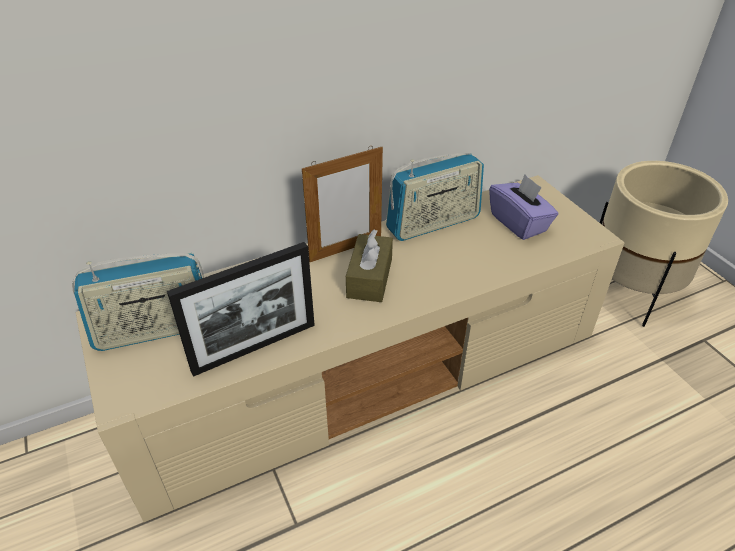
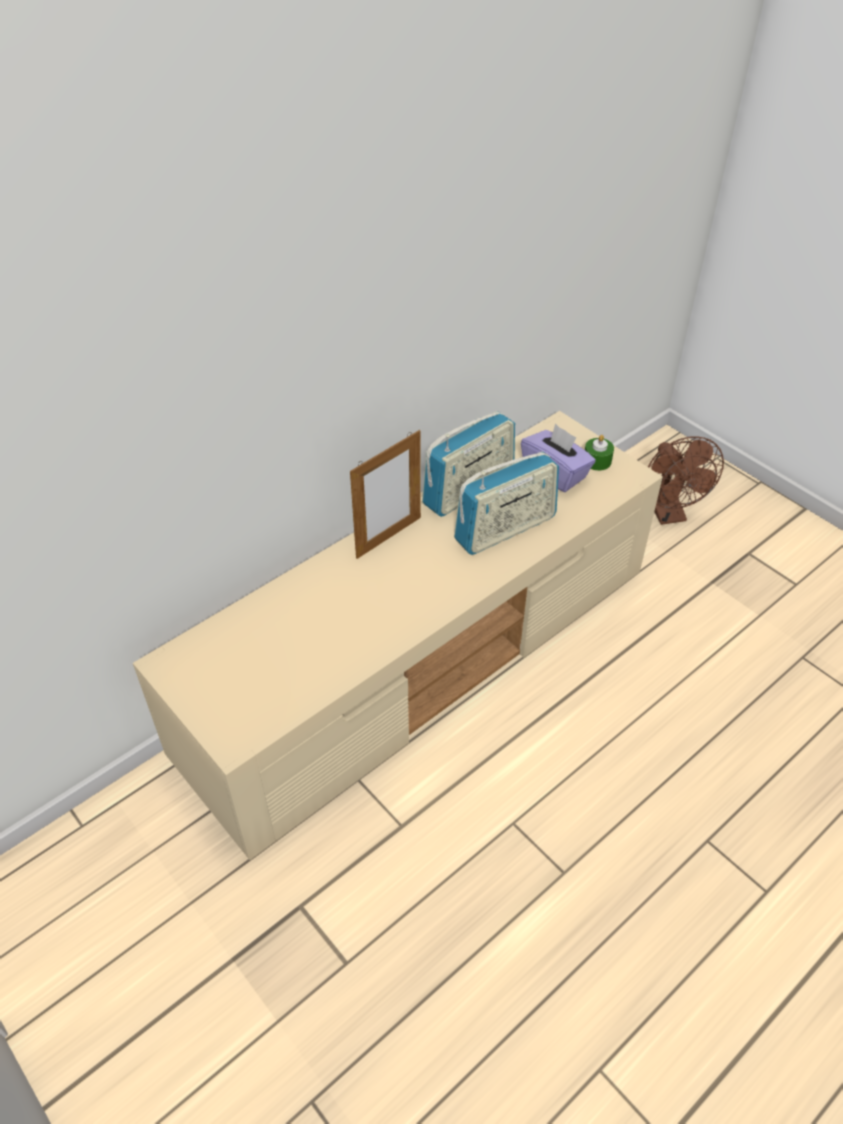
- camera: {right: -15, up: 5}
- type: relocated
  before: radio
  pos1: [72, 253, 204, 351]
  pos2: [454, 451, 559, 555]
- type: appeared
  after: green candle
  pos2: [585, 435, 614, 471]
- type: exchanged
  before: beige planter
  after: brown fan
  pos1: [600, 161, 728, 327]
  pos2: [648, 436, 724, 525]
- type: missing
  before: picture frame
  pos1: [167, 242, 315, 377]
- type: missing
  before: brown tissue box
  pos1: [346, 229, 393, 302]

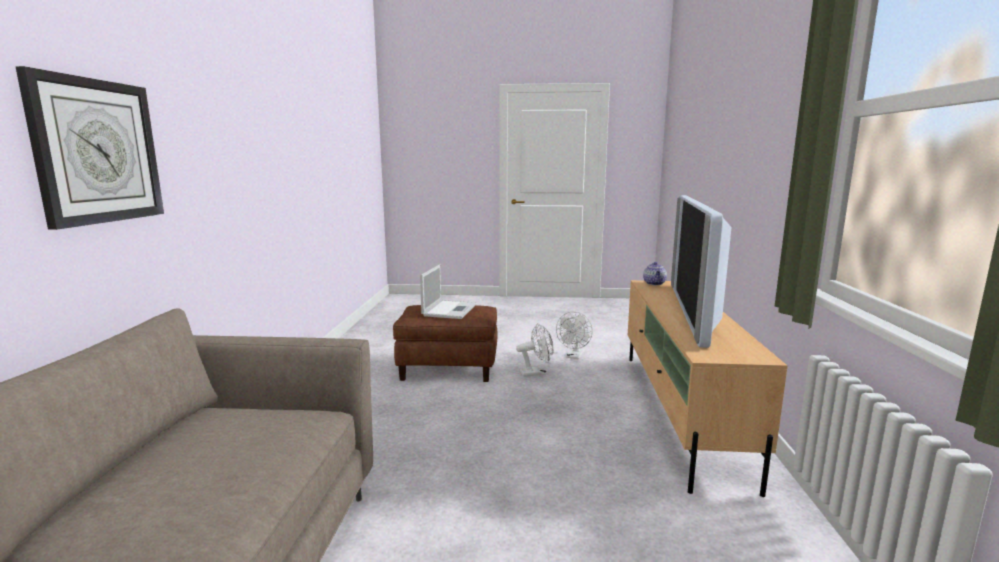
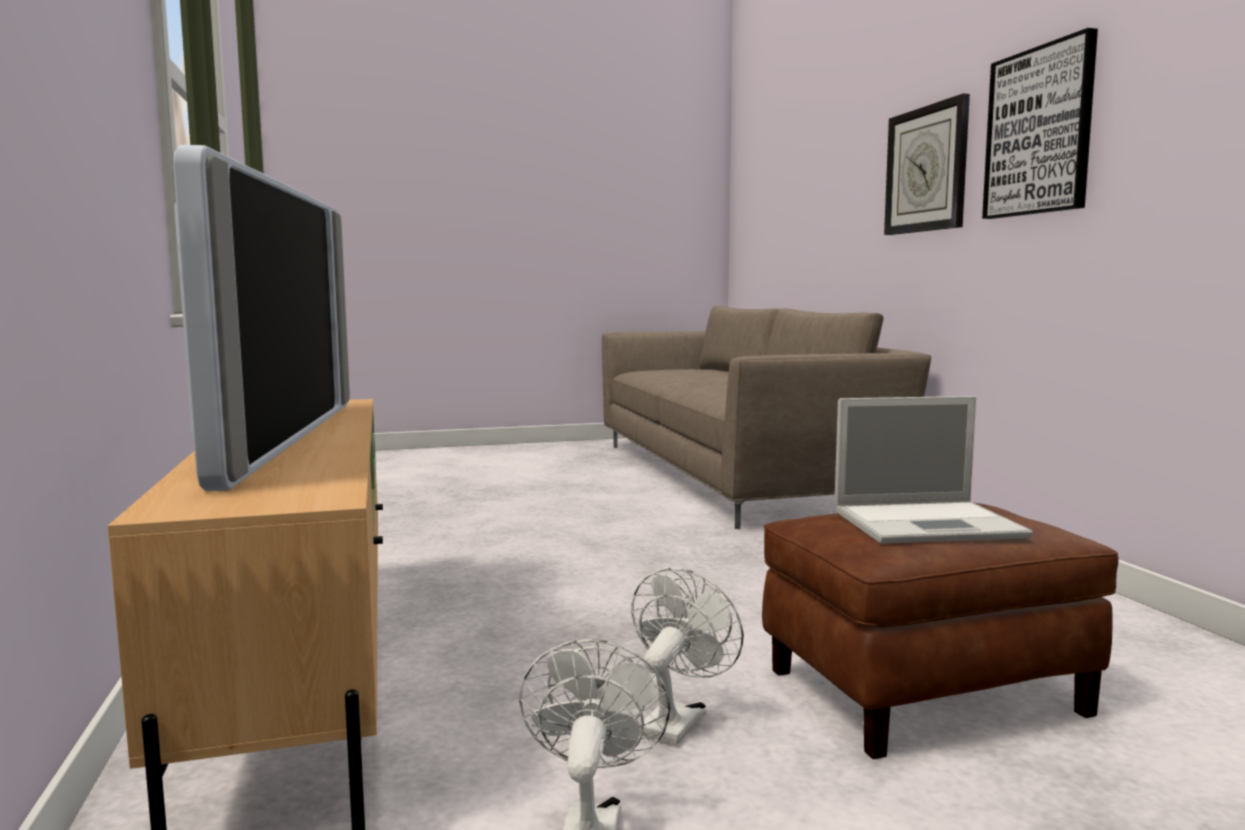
- camera: {right: 160, up: -5}
- type: spun
  before: white fan
  pos1: [516, 323, 554, 377]
  pos2: [632, 568, 744, 745]
  turn: 150
- type: spun
  before: laptop
  pos1: [420, 265, 477, 319]
  pos2: [834, 396, 1033, 544]
  turn: -90
- type: appeared
  after: picture
  pos2: [982, 28, 1098, 219]
- type: missing
  before: teapot
  pos1: [643, 262, 667, 285]

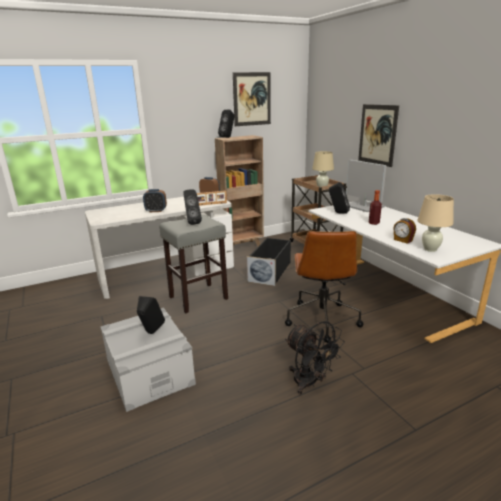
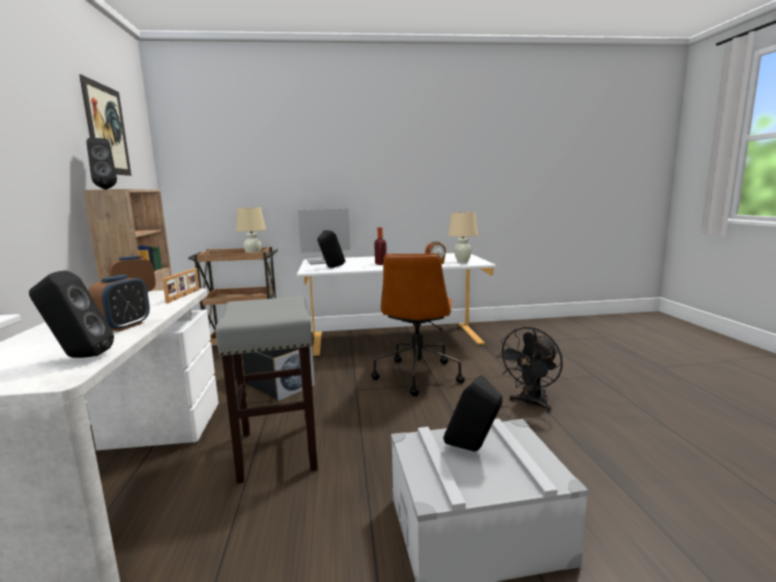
- camera: {right: -70, up: -10}
- type: relocated
  before: black speaker
  pos1: [183, 189, 202, 225]
  pos2: [29, 270, 114, 358]
- type: spun
  before: brown office chair
  pos1: [285, 231, 364, 343]
  pos2: [371, 253, 465, 396]
  turn: 75
- type: spun
  before: black fan
  pos1: [285, 321, 345, 395]
  pos2: [496, 327, 563, 412]
  turn: 150
- type: missing
  before: picture
  pos1: [358, 104, 399, 167]

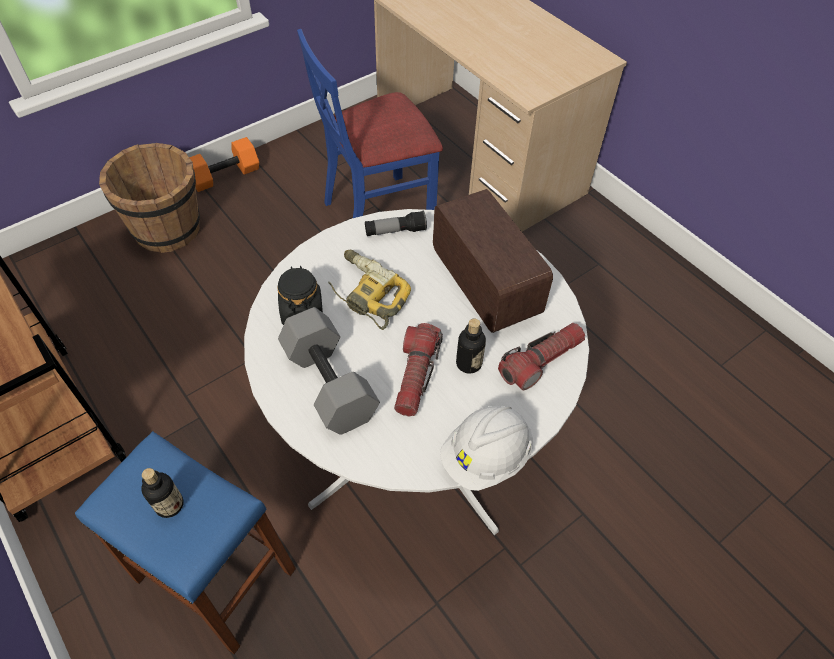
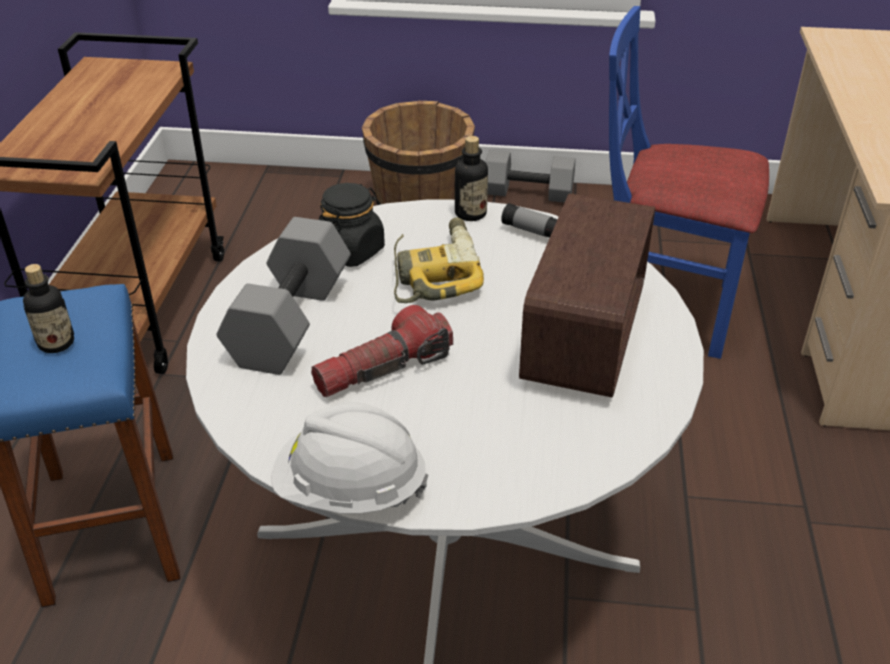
- camera: {right: 45, up: -15}
- type: relocated
  before: bottle
  pos1: [456, 318, 486, 374]
  pos2: [455, 136, 488, 221]
- type: colour
  before: orange dumbbell
  after: grey dumbbell
  pos1: [189, 137, 259, 192]
  pos2: [485, 150, 575, 203]
- type: missing
  before: flashlight
  pos1: [498, 323, 585, 390]

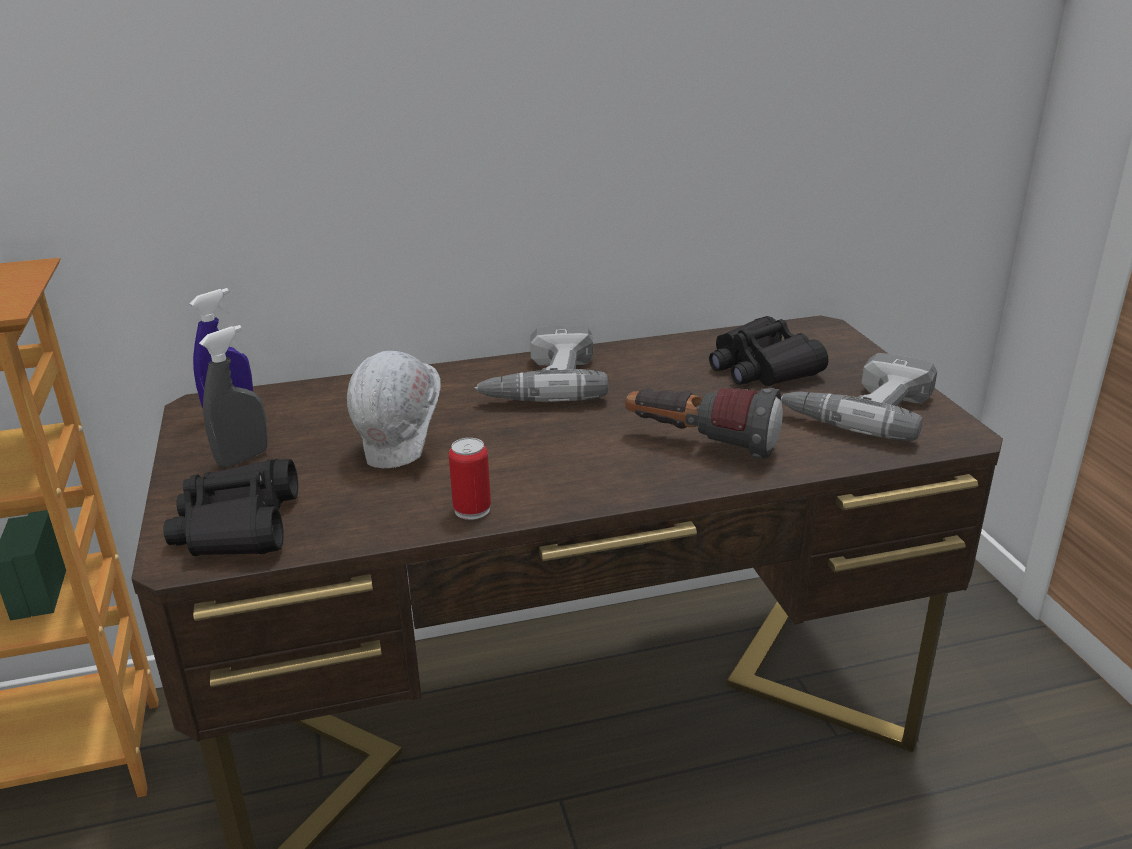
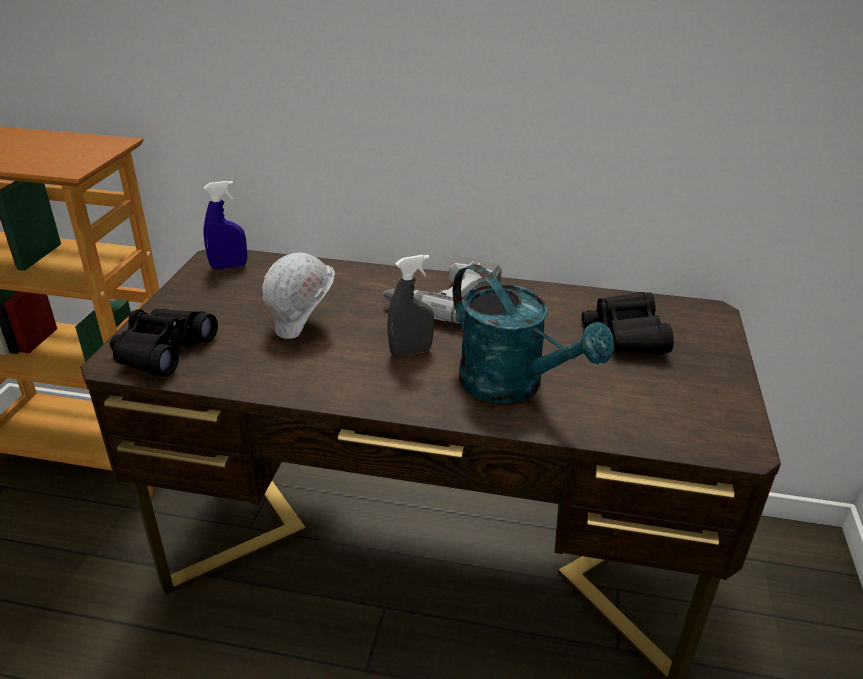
- camera: {right: 25, up: 5}
- type: relocated
  before: grey spray bottle
  pos1: [199, 325, 268, 468]
  pos2: [387, 255, 434, 357]
- type: exchanged
  before: flashlight
  after: turquoise watering can
  pos1: [625, 388, 783, 459]
  pos2: [453, 264, 614, 404]
- type: missing
  before: can
  pos1: [449, 438, 491, 520]
- type: missing
  before: power drill
  pos1: [781, 353, 937, 441]

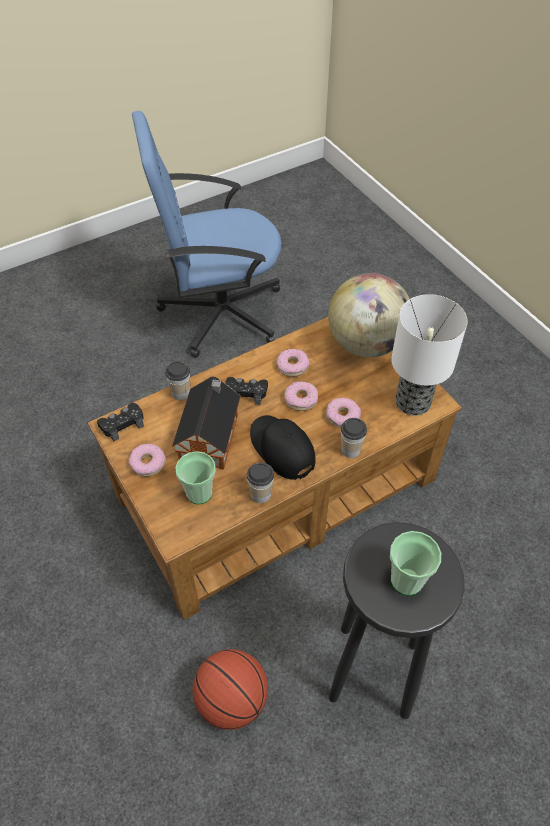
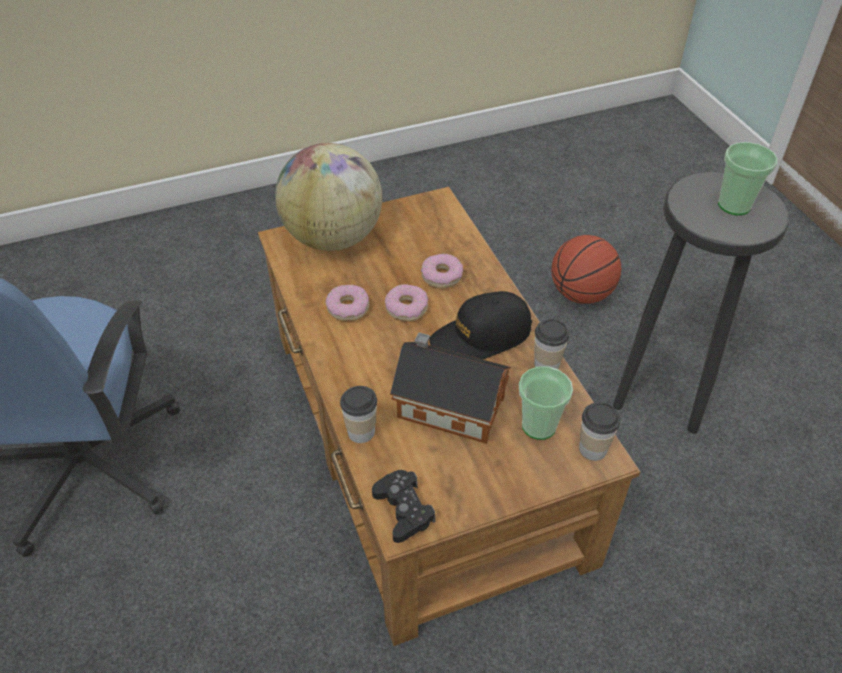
- camera: {right: -80, up: -5}
- type: relocated
  before: basketball
  pos1: [193, 649, 268, 730]
  pos2: [551, 235, 621, 304]
- type: relocated
  before: cup
  pos1: [341, 418, 367, 458]
  pos2: [579, 403, 620, 461]
- type: missing
  before: donut
  pos1: [128, 444, 166, 477]
- type: missing
  before: black game controller
  pos1: [225, 377, 268, 405]
- type: missing
  before: table lamp
  pos1: [391, 294, 468, 416]

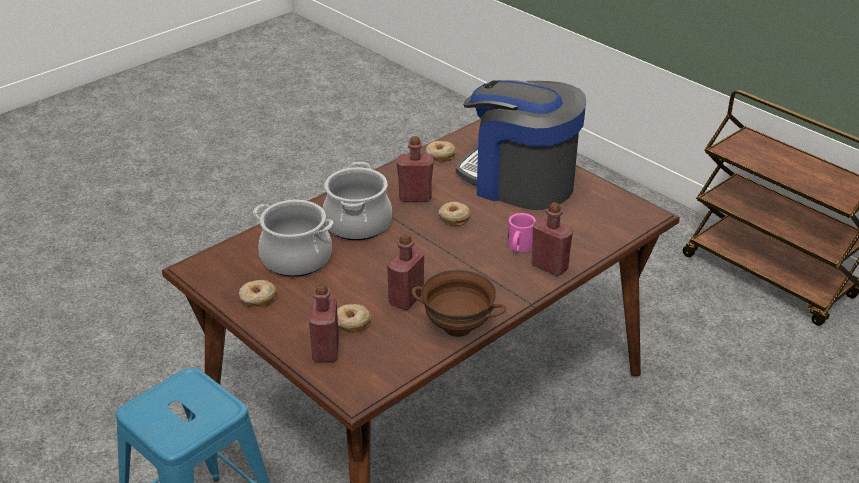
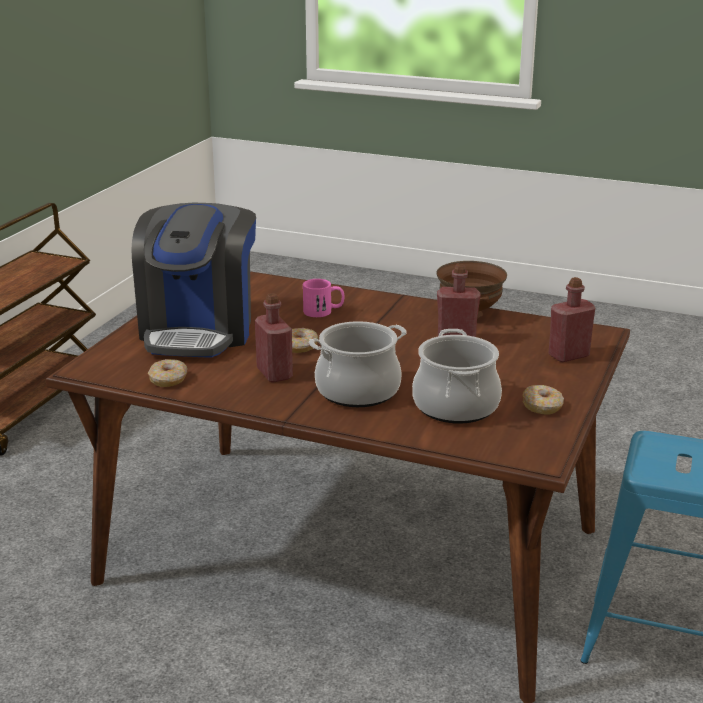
- camera: {right: -115, up: -10}
- type: missing
  before: donut
  pos1: [337, 304, 371, 333]
- type: missing
  before: red bottle
  pos1: [532, 202, 573, 276]

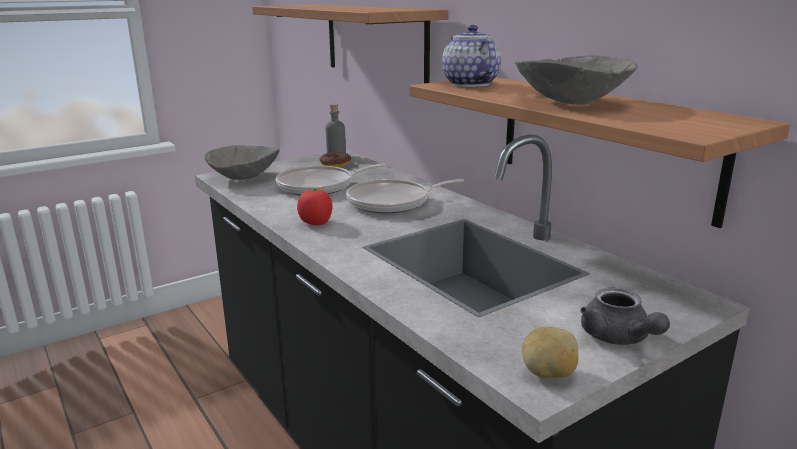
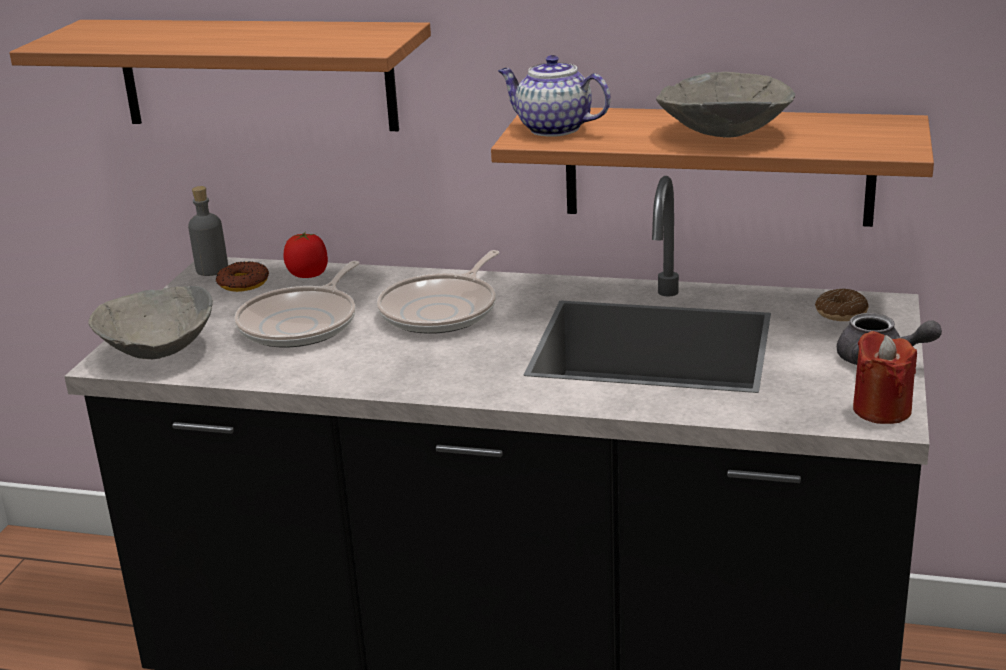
- camera: {right: -40, up: 5}
- type: relocated
  before: tomato
  pos1: [297, 188, 332, 225]
  pos2: [283, 231, 328, 278]
- type: appeared
  after: donut
  pos2: [815, 288, 869, 321]
- type: exchanged
  before: potato
  after: red candle
  pos1: [522, 327, 578, 378]
  pos2: [853, 331, 917, 424]

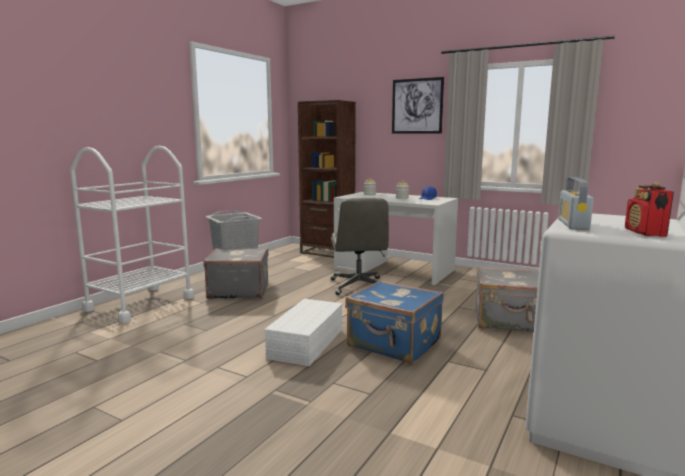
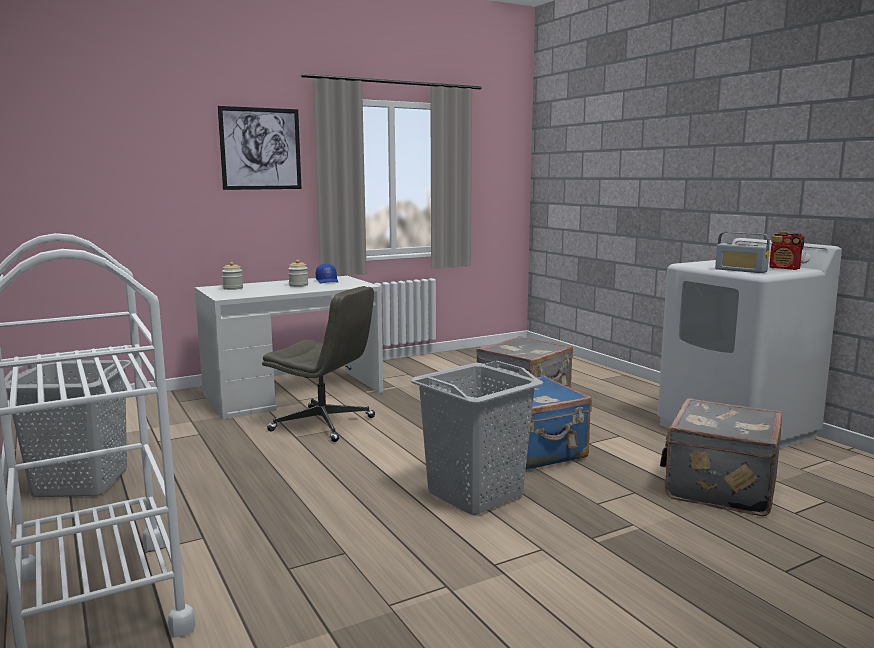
- camera: {right: -60, up: 0}
- type: exchanged
  before: white storage box
  after: grey laundry basket
  pos1: [264, 299, 343, 366]
  pos2: [411, 361, 543, 515]
- type: relocated
  before: grey suitcase
  pos1: [203, 248, 269, 299]
  pos2: [660, 398, 782, 516]
- type: missing
  before: brown bookcase
  pos1: [298, 100, 356, 258]

